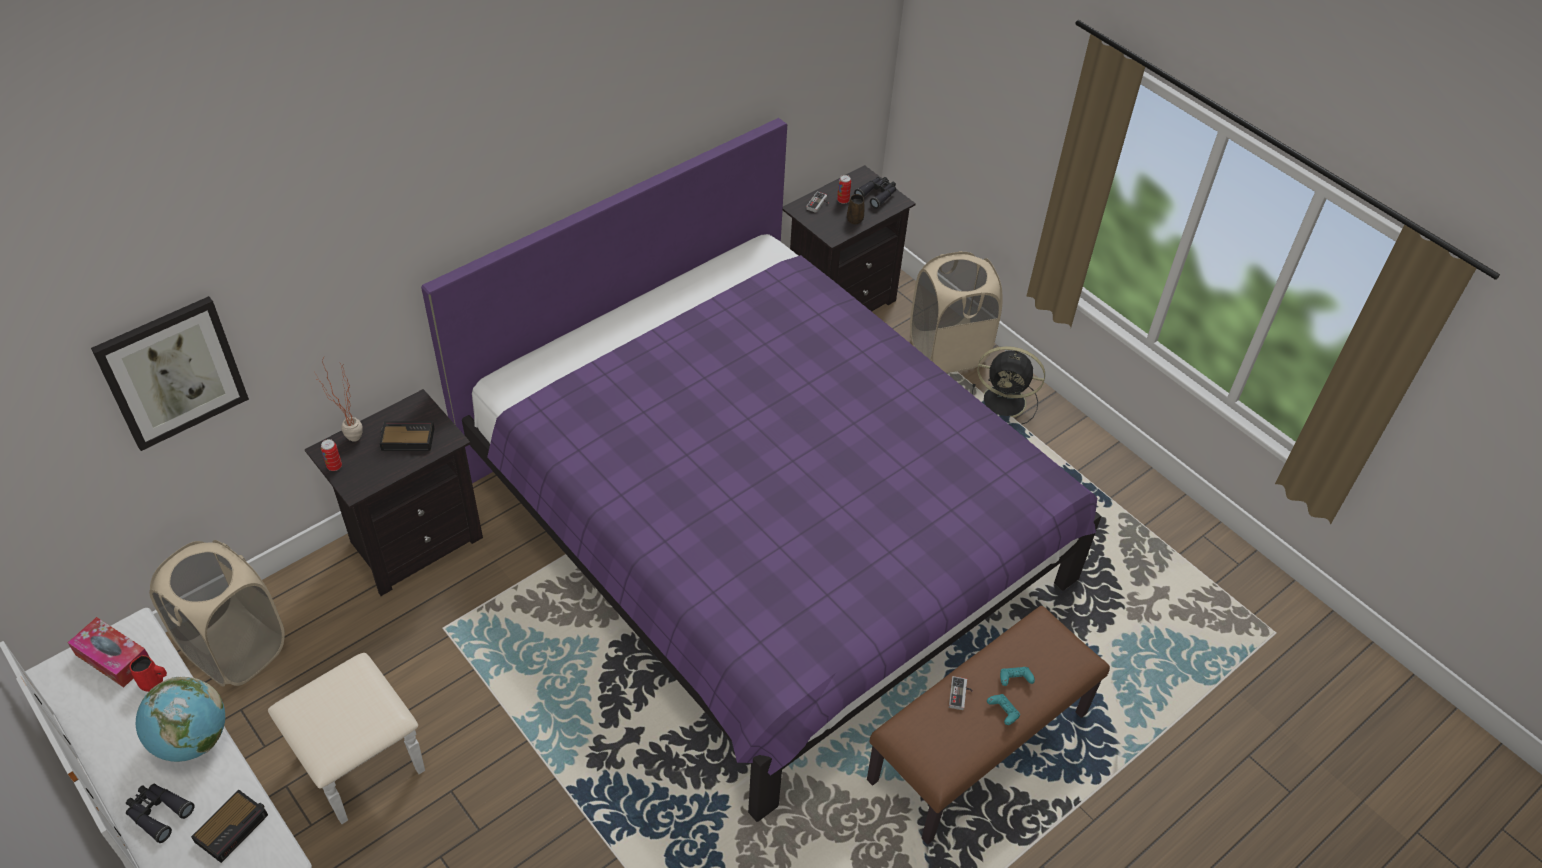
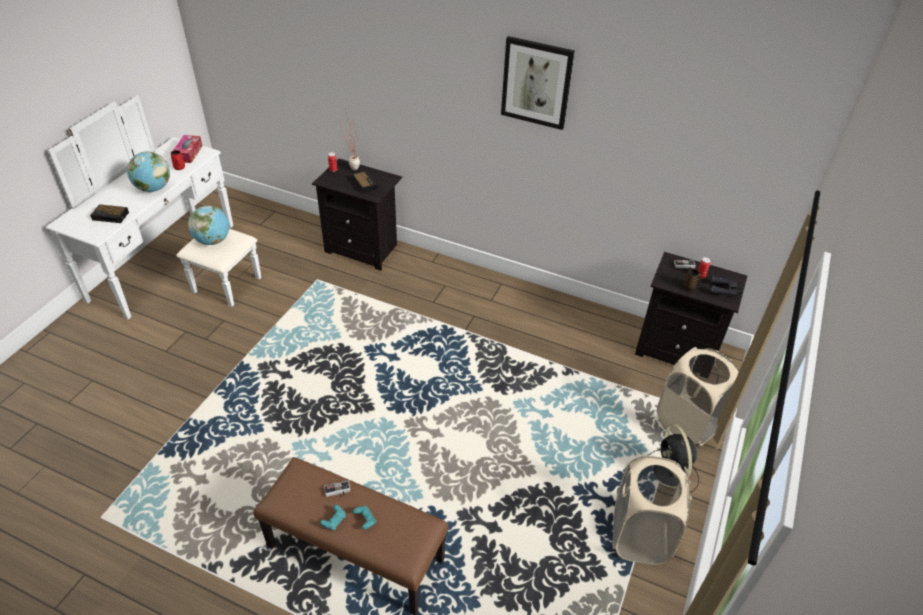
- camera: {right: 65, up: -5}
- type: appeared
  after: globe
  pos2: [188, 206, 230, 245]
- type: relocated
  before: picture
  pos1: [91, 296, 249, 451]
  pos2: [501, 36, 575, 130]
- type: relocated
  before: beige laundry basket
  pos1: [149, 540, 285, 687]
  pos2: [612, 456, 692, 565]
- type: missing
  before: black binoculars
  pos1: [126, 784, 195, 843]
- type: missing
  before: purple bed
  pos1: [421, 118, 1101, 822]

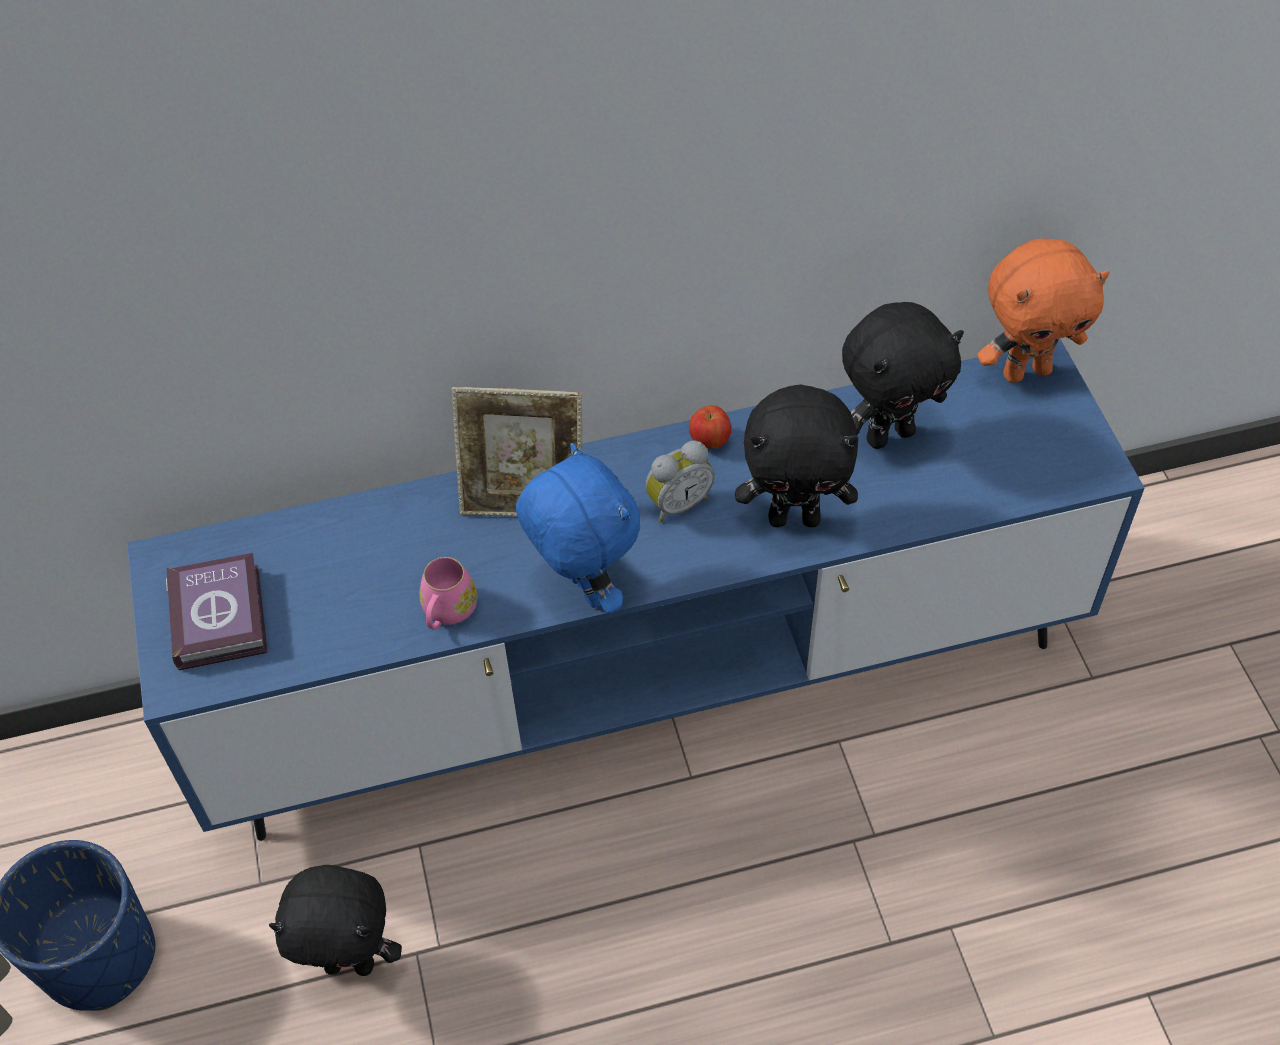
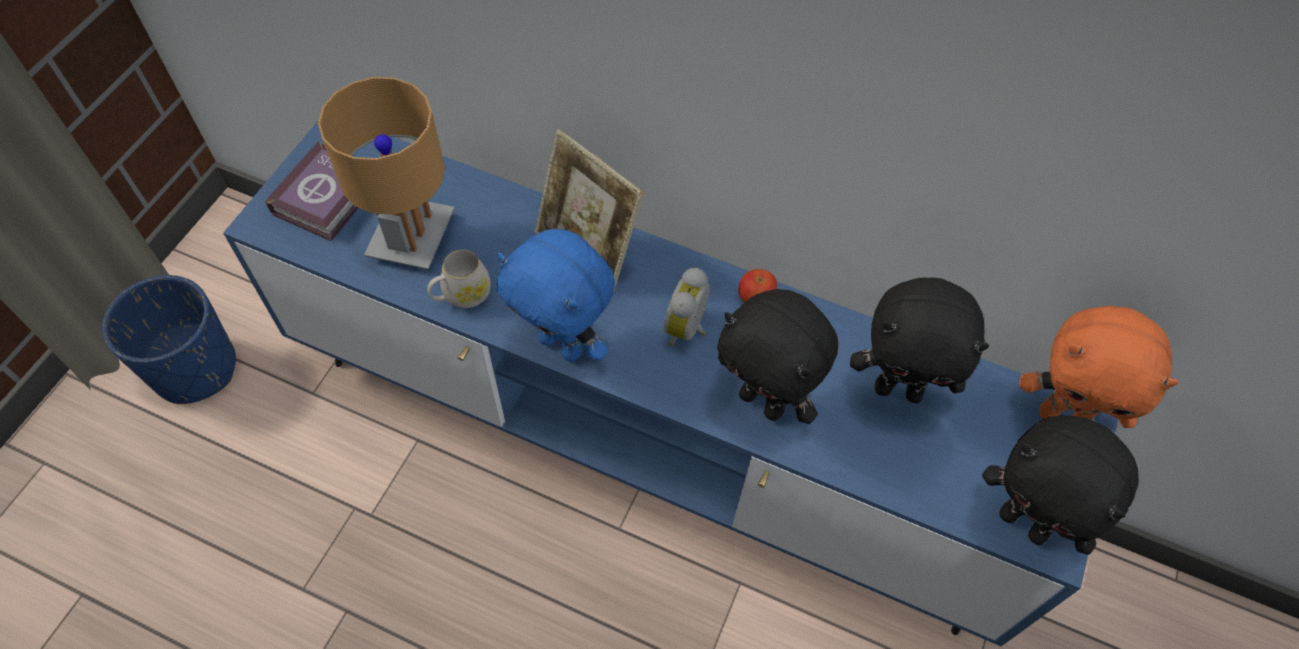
- camera: {right: 35, up: 5}
- type: appeared
  after: brown table lamp
  pos2: [318, 77, 454, 270]
- type: colour
  before: pink mug
  after: white mug
  pos1: [419, 557, 477, 630]
  pos2: [427, 250, 491, 308]
- type: spun
  before: blue plush toy
  pos1: [516, 443, 640, 614]
  pos2: [497, 229, 615, 361]
  turn: 120
- type: spun
  before: alarm clock
  pos1: [645, 441, 715, 523]
  pos2: [664, 268, 710, 346]
  turn: 105
- type: relocated
  before: black plush toy
  pos1: [269, 865, 402, 976]
  pos2: [982, 415, 1139, 555]

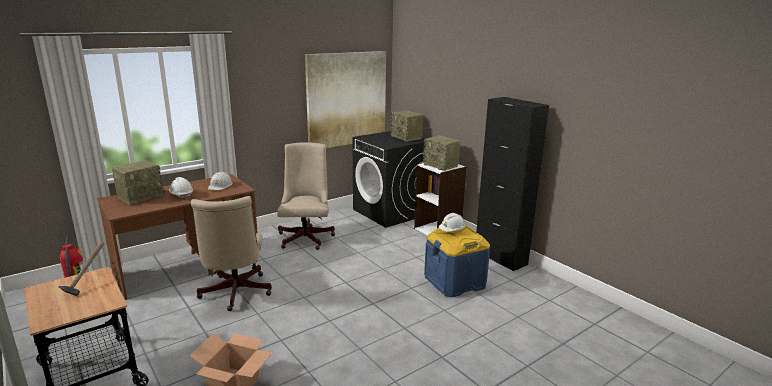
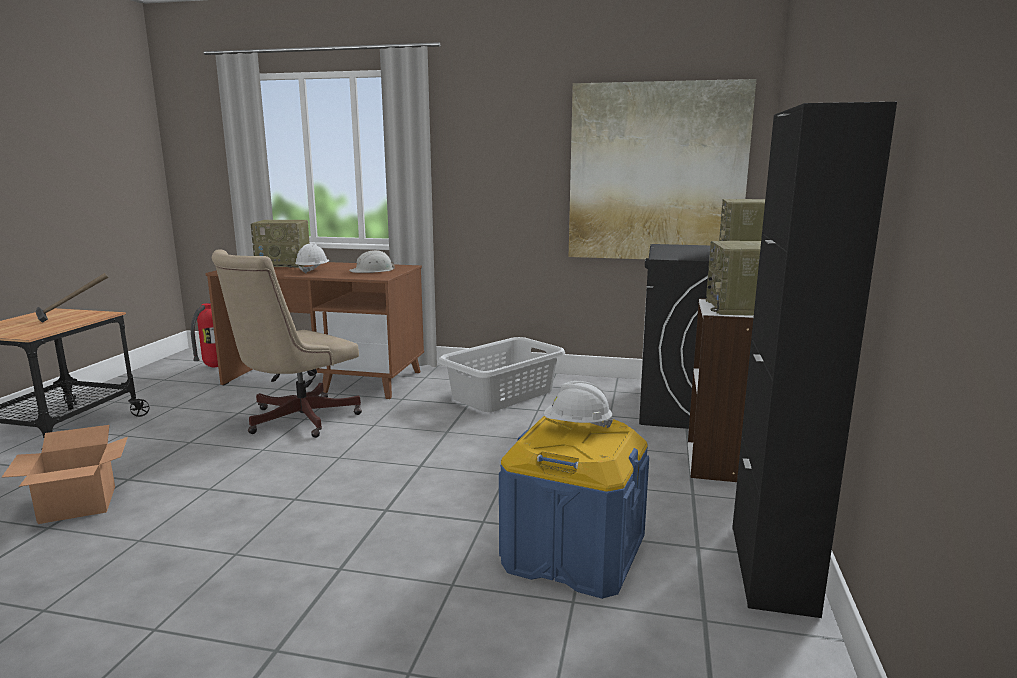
- camera: {right: 50, up: -5}
- type: exchanged
  before: beige office chair
  after: grey laundry basket
  pos1: [277, 142, 335, 250]
  pos2: [438, 337, 565, 412]

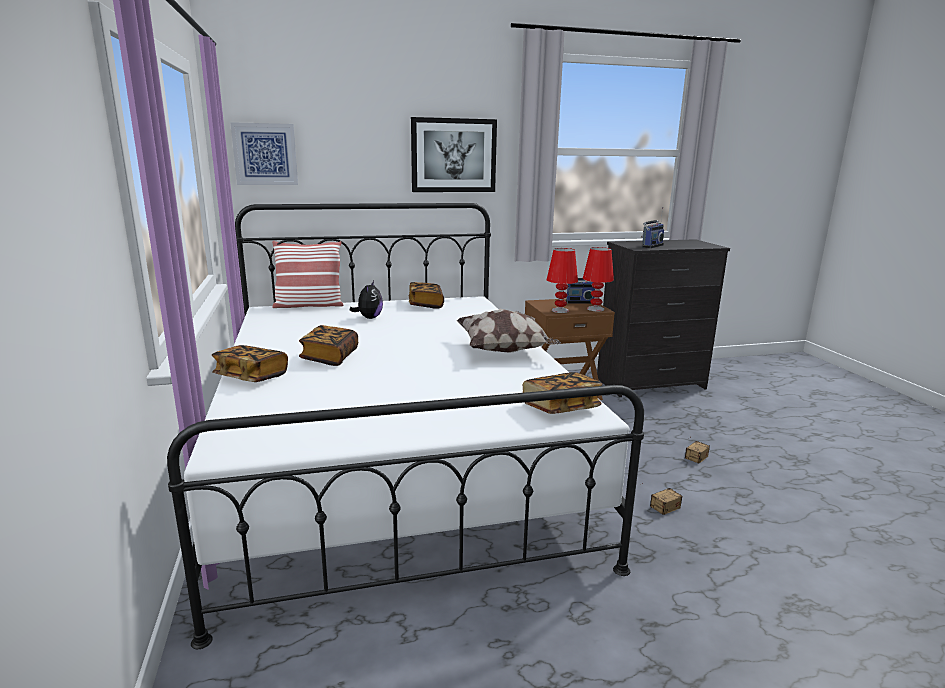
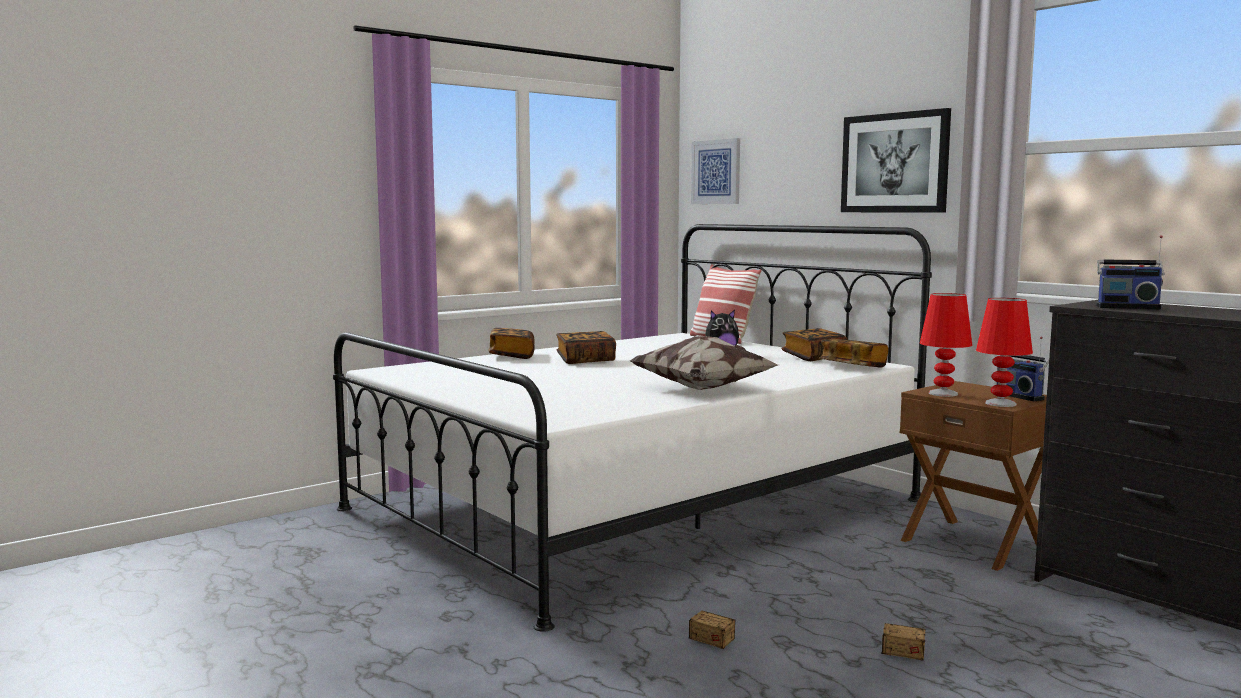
- camera: {right: 65, up: -10}
- type: relocated
  before: book
  pos1: [523, 372, 603, 414]
  pos2: [819, 339, 889, 368]

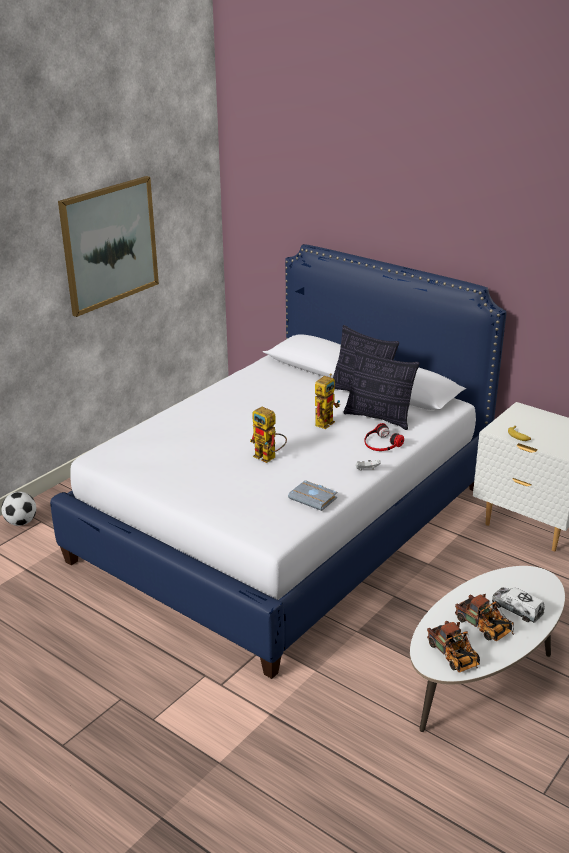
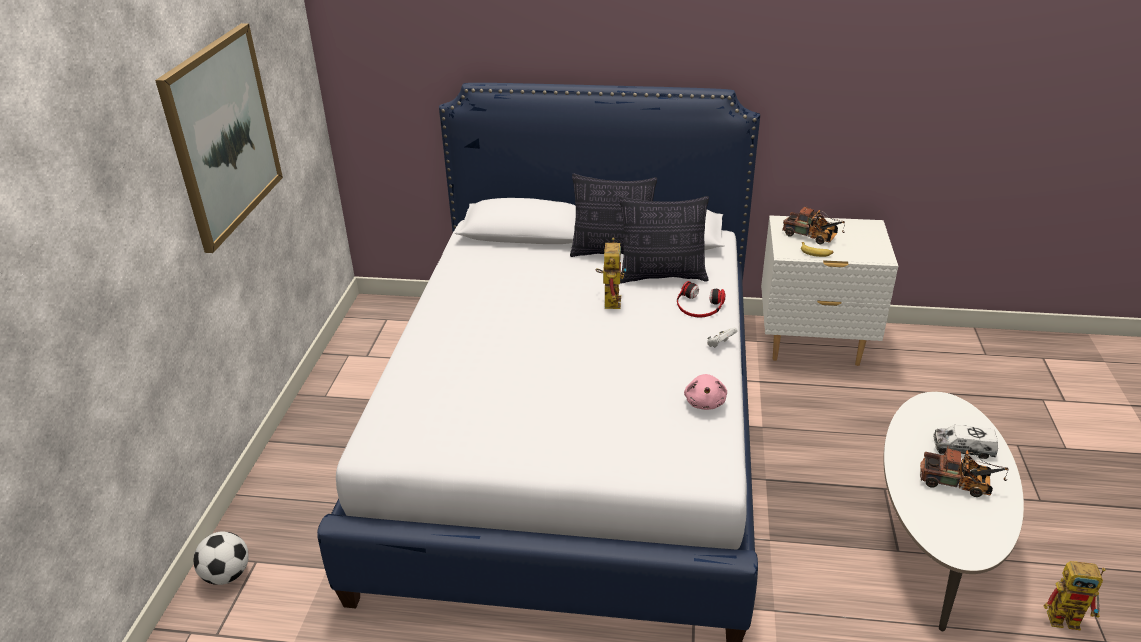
- camera: {right: -30, up: 5}
- type: exchanged
  before: grey book
  after: pink plush toy
  pos1: [288, 480, 337, 511]
  pos2: [684, 374, 727, 410]
- type: relocated
  before: toy truck
  pos1: [427, 621, 480, 672]
  pos2: [782, 206, 845, 244]
- type: relocated
  before: toy robot
  pos1: [250, 407, 287, 463]
  pos2: [1044, 561, 1106, 630]

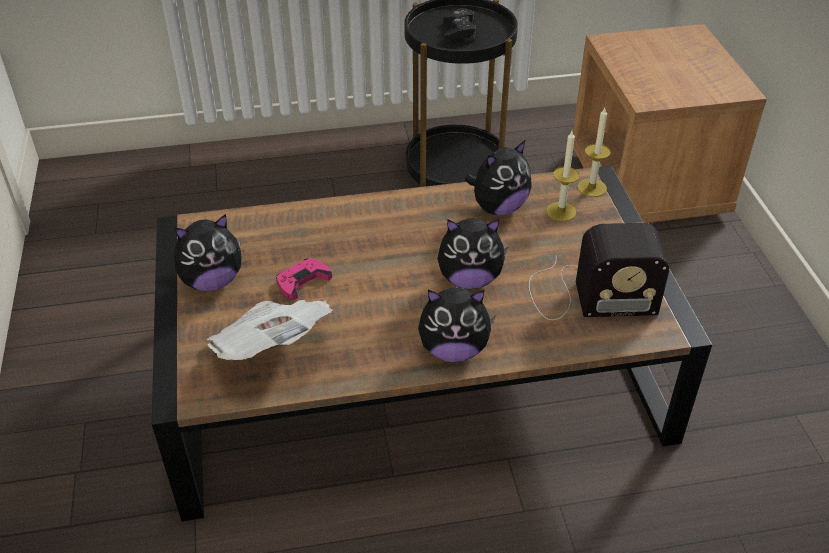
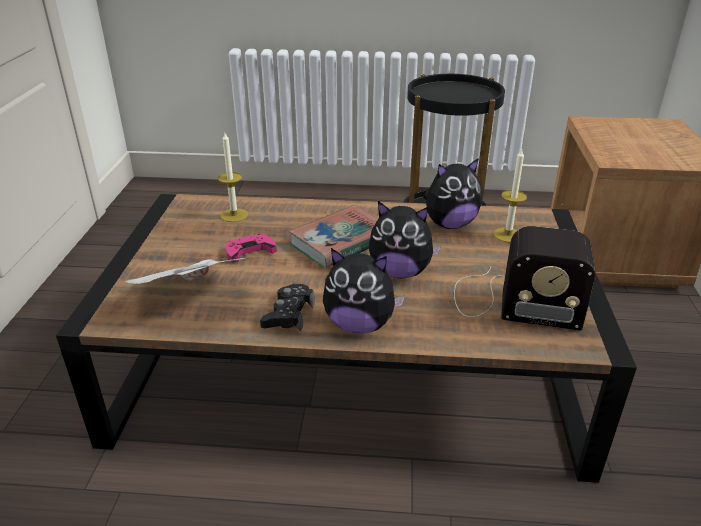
- camera: {right: 15, up: -10}
- type: relocated
  before: candle
  pos1: [577, 108, 611, 197]
  pos2: [218, 133, 248, 222]
- type: relocated
  before: black game controller
  pos1: [443, 8, 476, 42]
  pos2: [260, 284, 315, 331]
- type: appeared
  after: book
  pos2: [288, 205, 379, 268]
- type: missing
  before: plush toy
  pos1: [174, 214, 242, 291]

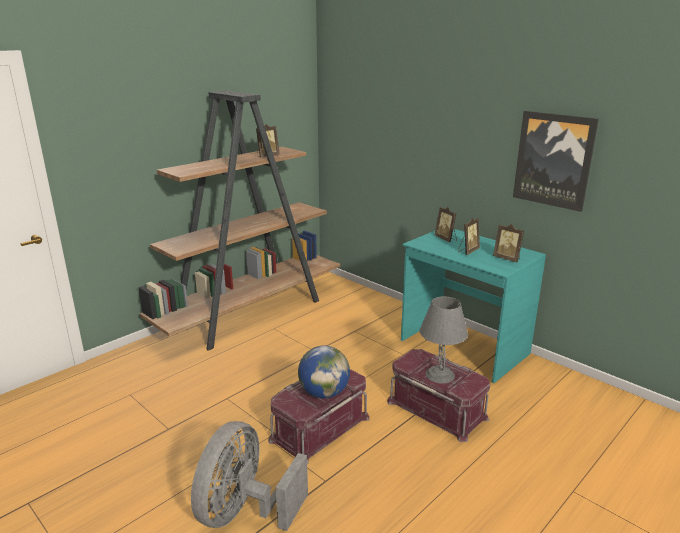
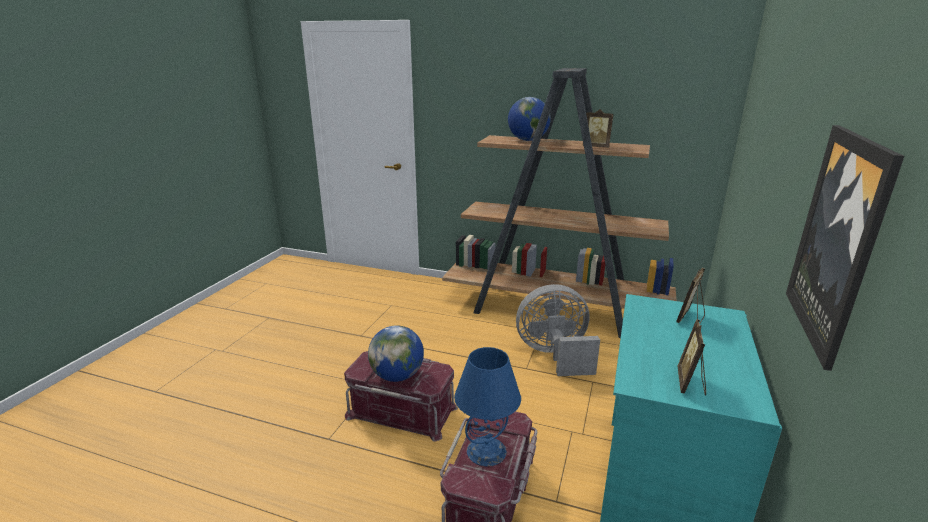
- camera: {right: 65, up: 0}
- type: colour
  before: grey table lamp
  after: blue table lamp
  pos1: [420, 296, 468, 383]
  pos2: [454, 347, 521, 467]
- type: appeared
  after: globe
  pos2: [508, 97, 551, 141]
- type: relocated
  before: grey fan
  pos1: [191, 421, 308, 531]
  pos2: [516, 284, 600, 376]
- type: missing
  before: picture frame
  pos1: [458, 218, 480, 255]

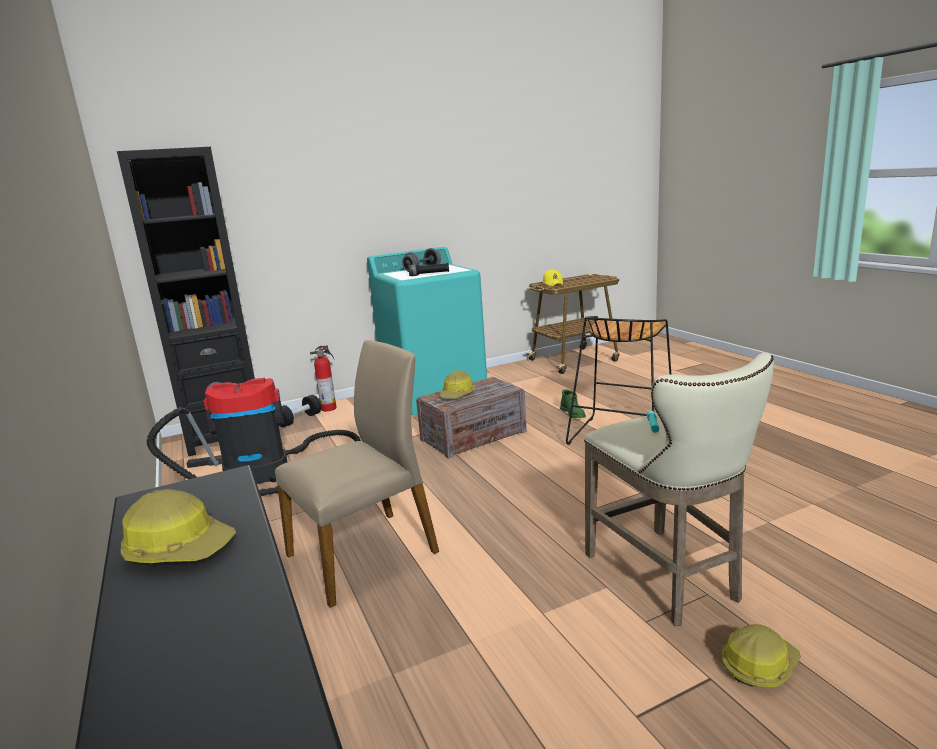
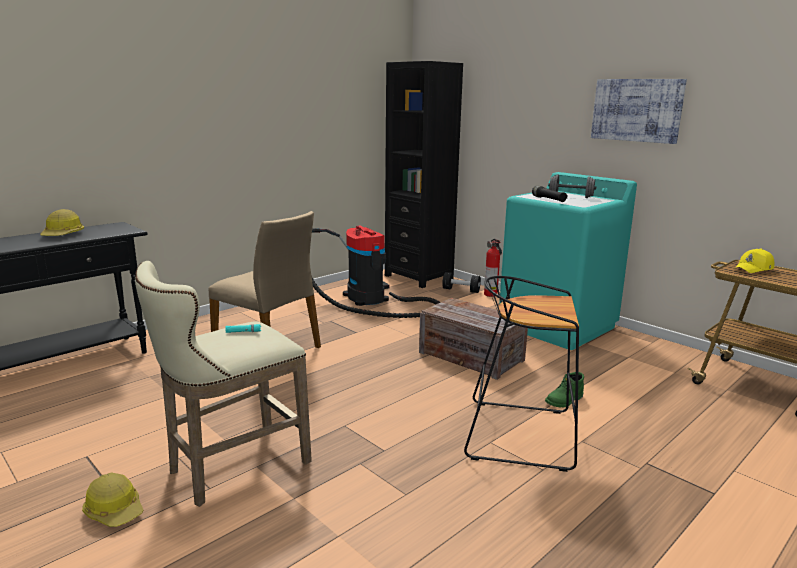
- camera: {right: 70, up: 0}
- type: appeared
  after: picture
  pos2: [591, 79, 687, 144]
- type: missing
  before: hard hat
  pos1: [440, 370, 475, 398]

